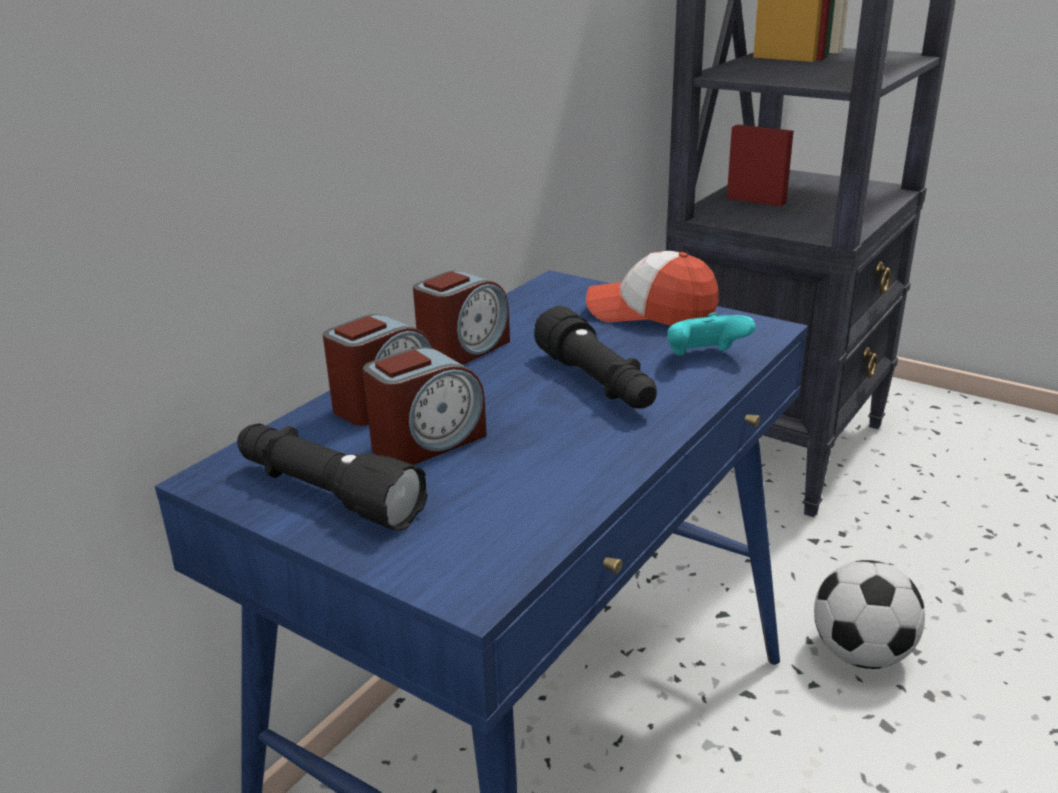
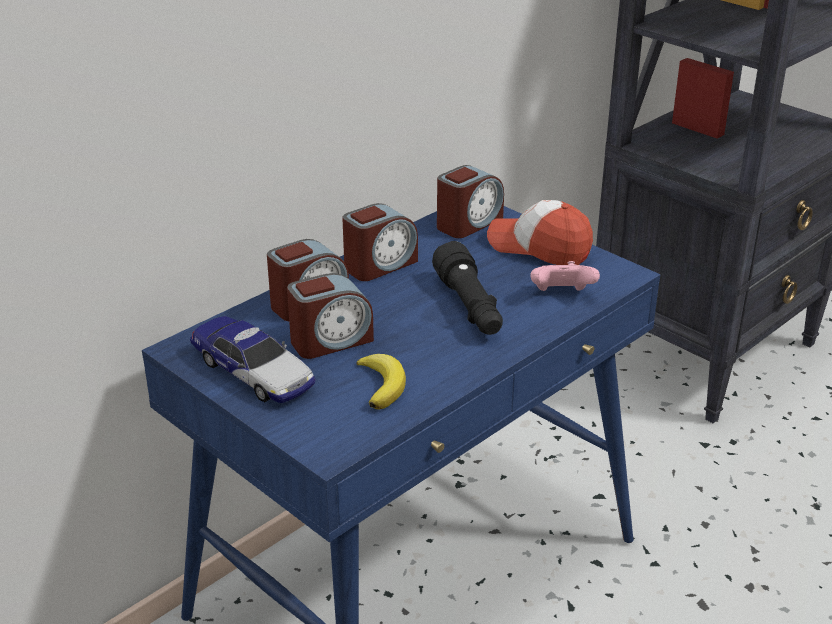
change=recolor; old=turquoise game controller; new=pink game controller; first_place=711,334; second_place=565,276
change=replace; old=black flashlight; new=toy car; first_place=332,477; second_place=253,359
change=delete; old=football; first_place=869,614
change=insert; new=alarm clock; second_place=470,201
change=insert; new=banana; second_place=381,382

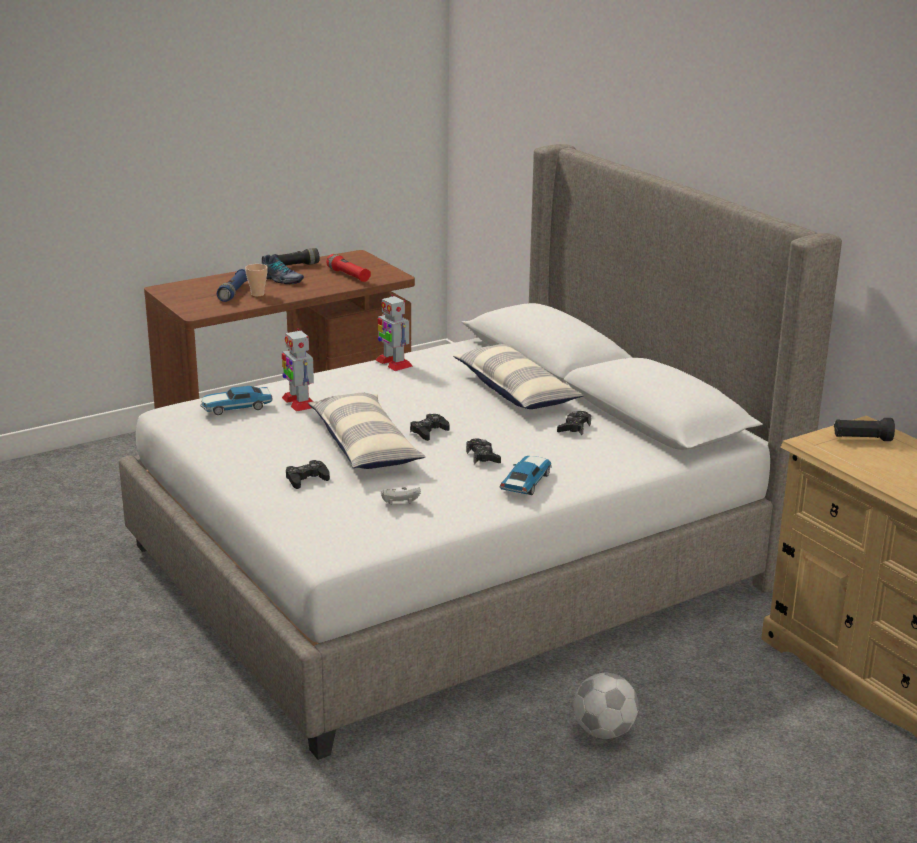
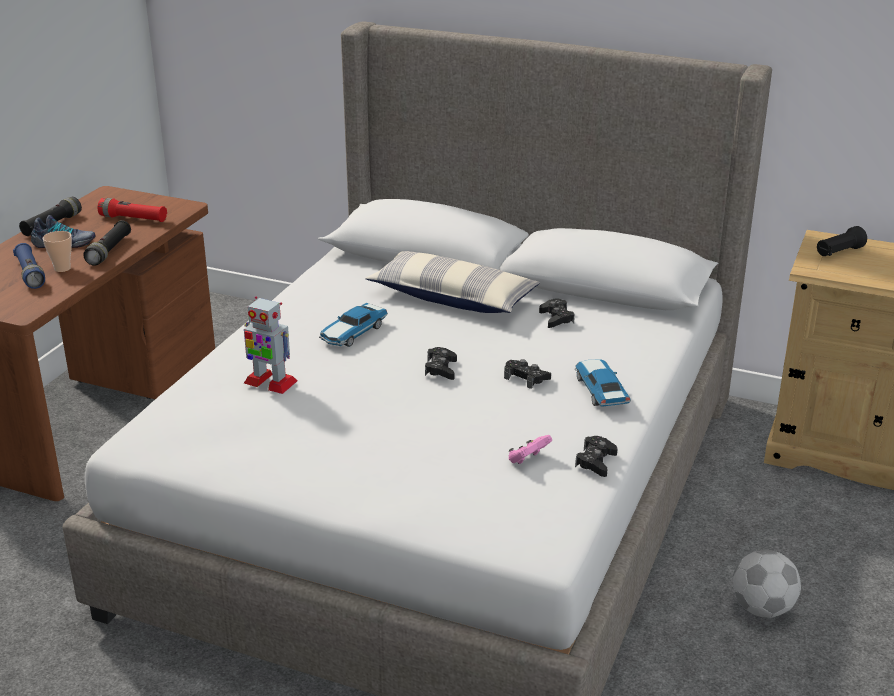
change=delete; old=toy robot; first_place=394,332
change=move; old=toy car; first_place=236,400; second_place=353,325
change=delete; old=pillow; first_place=367,431
change=move; old=black game controller; first_place=308,474; second_place=596,456
change=recolor; old=white game controller; new=pink game controller; first_place=401,495; second_place=530,449
change=insert; new=black flashlight; second_place=107,243

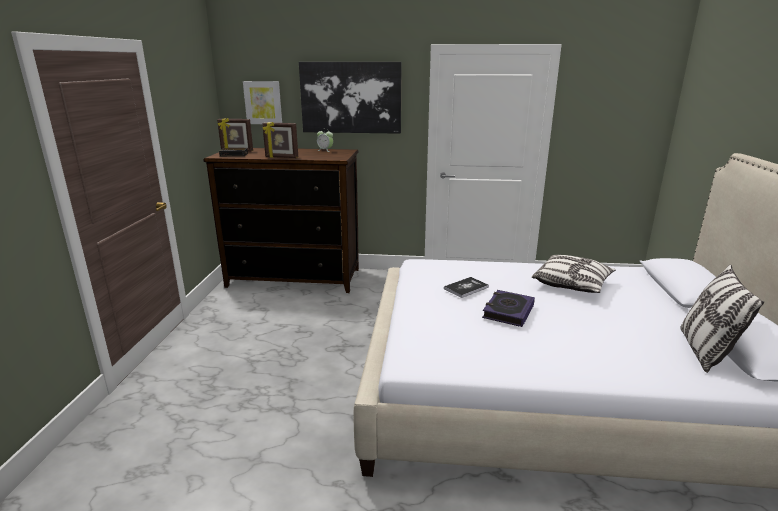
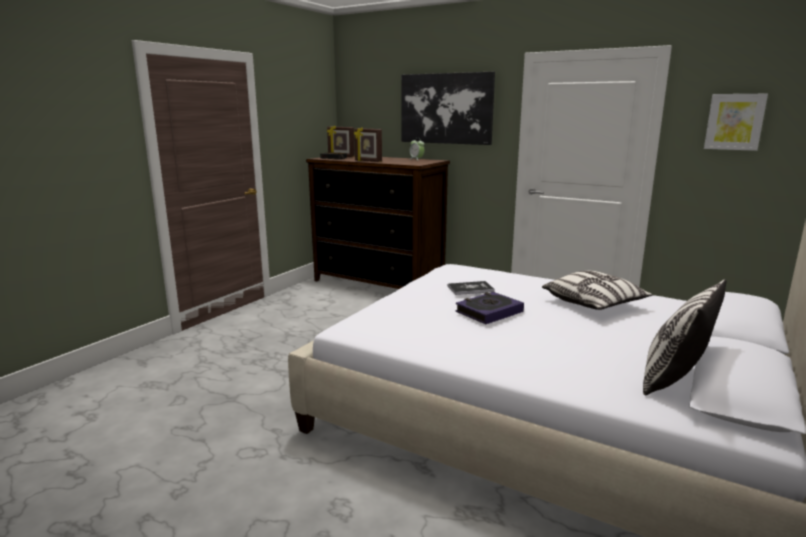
change=move; old=picture; first_place=262,102; second_place=736,122

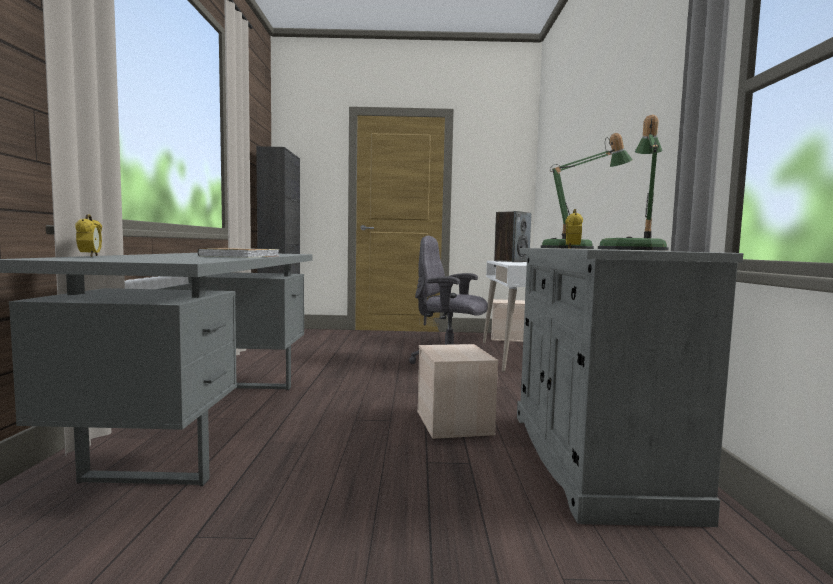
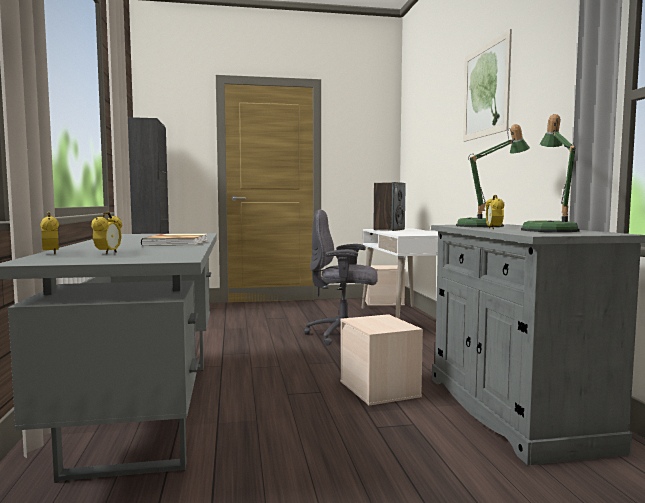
change=insert; new=picture; second_place=487,85
change=insert; new=alarm clock; second_place=106,233

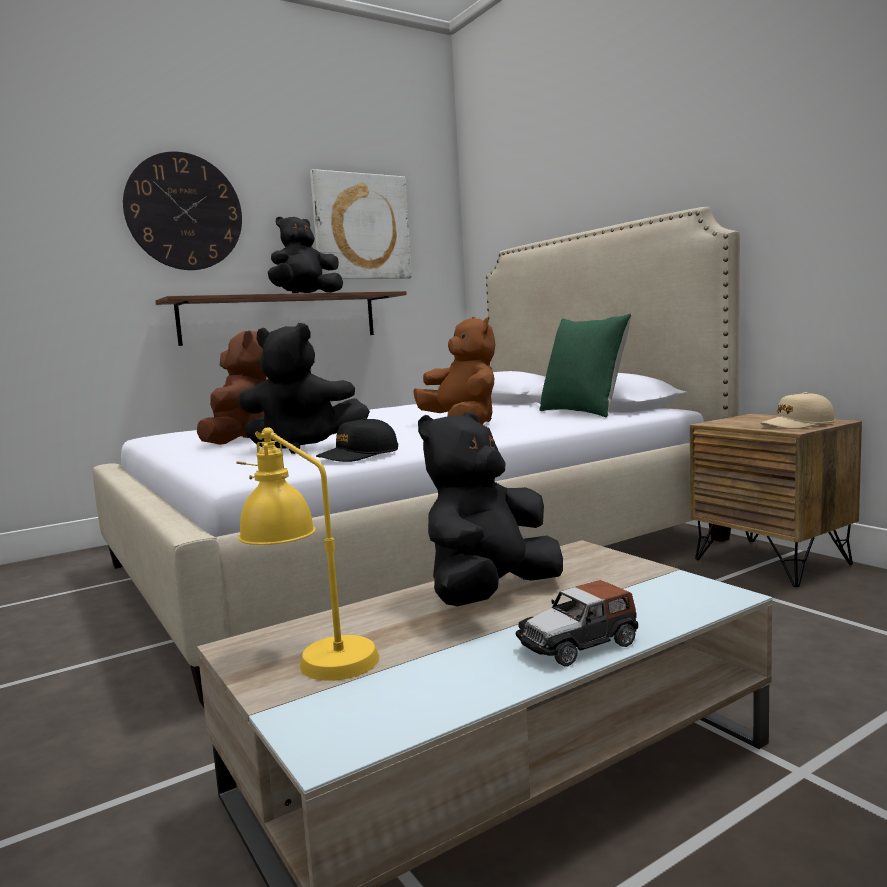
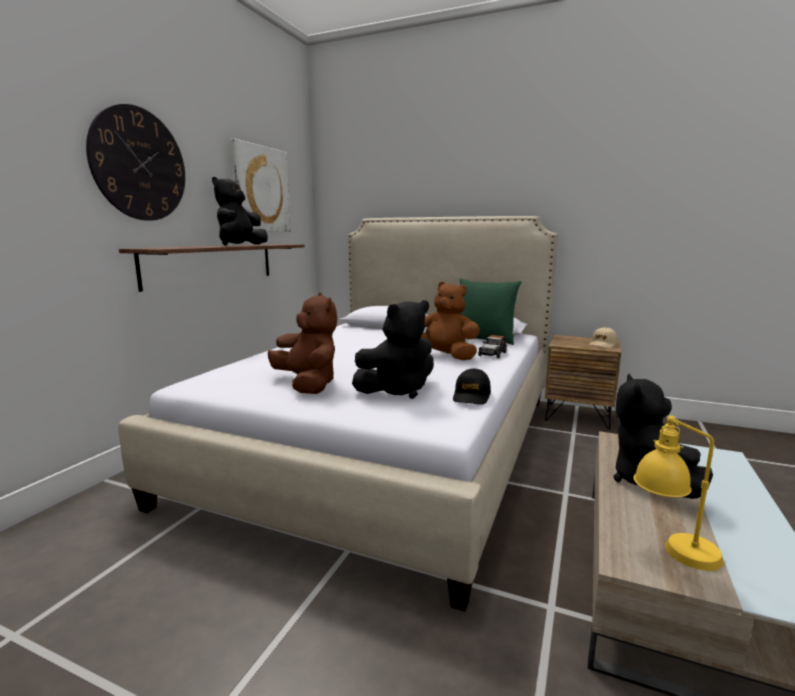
change=move; old=toy car; first_place=577,623; second_place=492,346

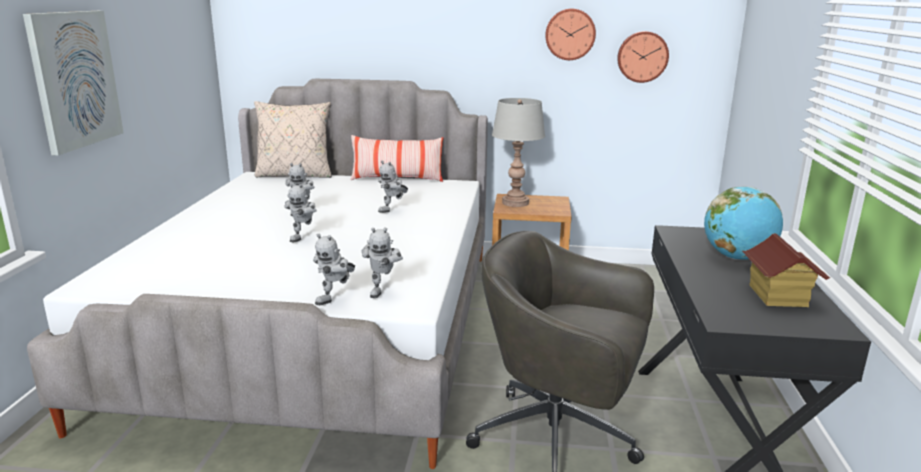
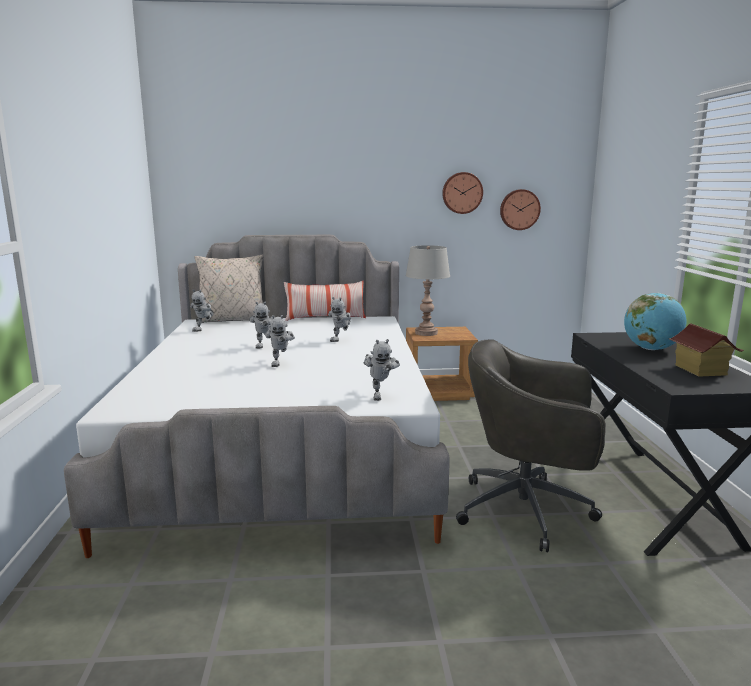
change=delete; old=picture; first_place=73,83
change=move; old=toy robot; first_place=334,269; second_place=202,310

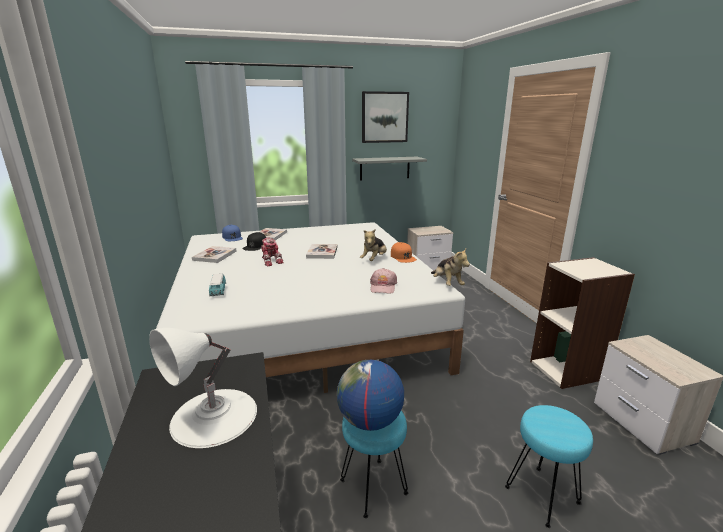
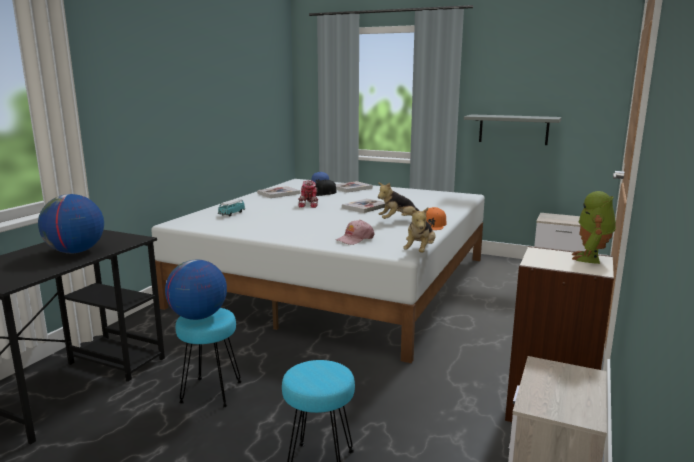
change=delete; old=picture; first_place=385,117
change=replace; old=white table lamp; new=globe; first_place=203,388; second_place=71,223
change=insert; new=toy robot; second_place=594,227

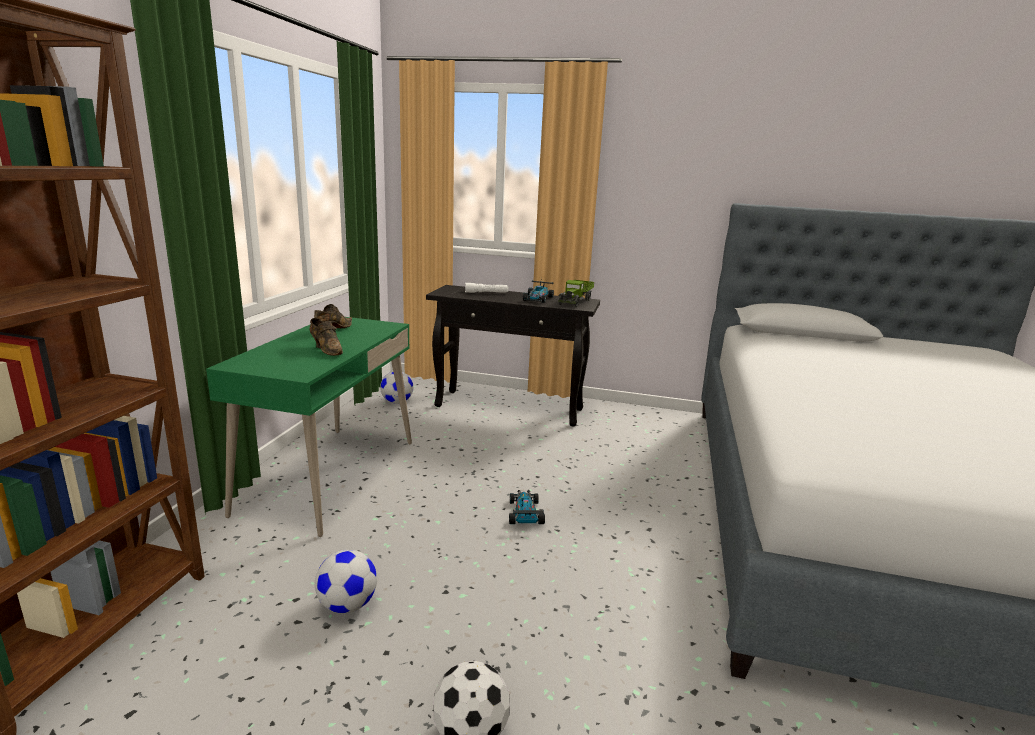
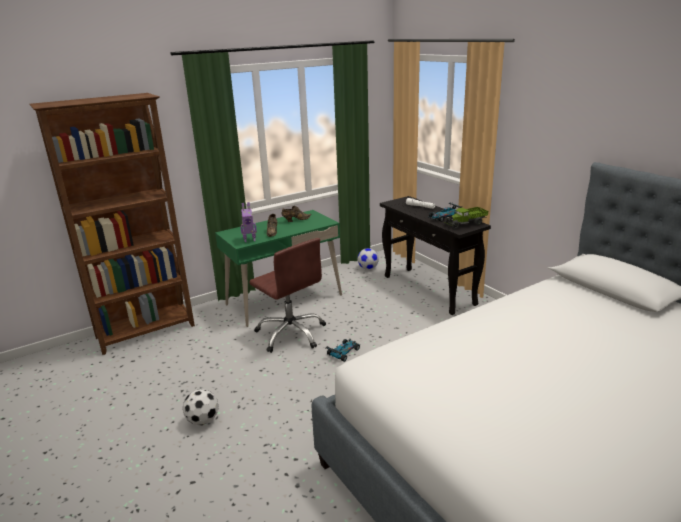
change=delete; old=football; first_place=346,581
change=insert; new=toy robot; second_place=249,222
change=insert; new=brown office chair; second_place=287,295

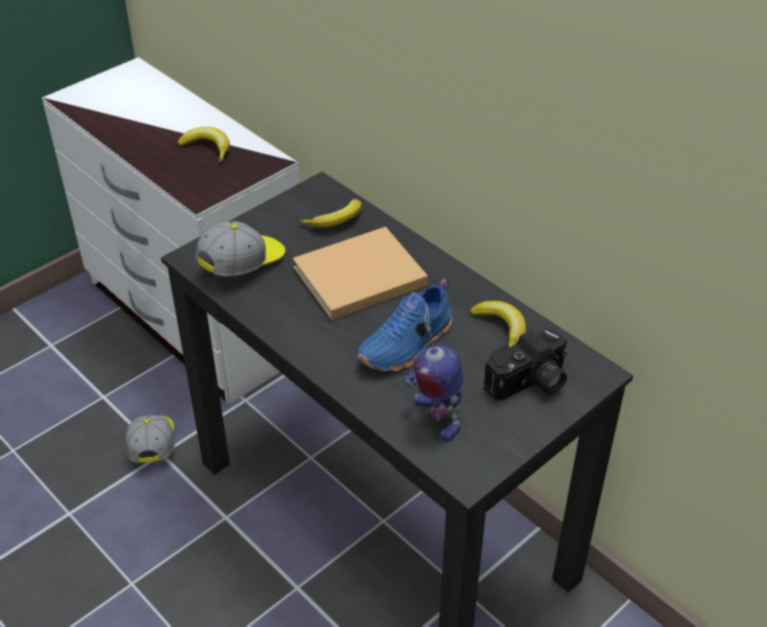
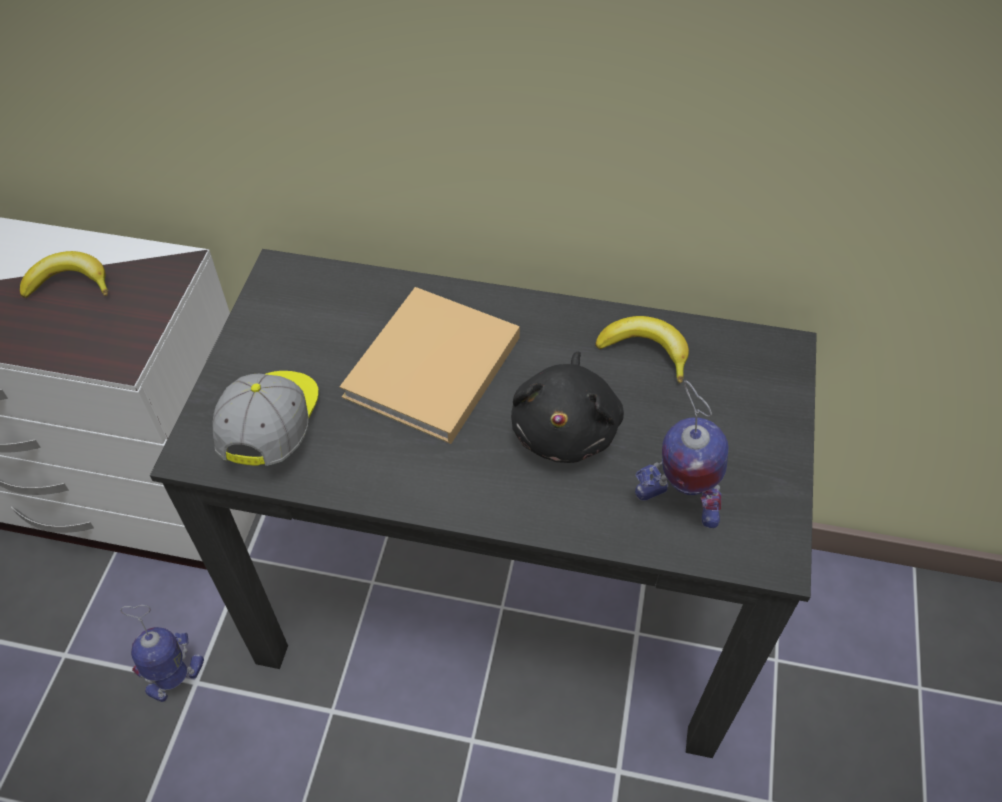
change=delete; old=banana; first_place=331,213
change=replace; old=blue shoe; new=black plush toy; first_place=404,325; second_place=567,407
change=delete; old=photo camera; first_place=526,364
change=replace; old=cap; new=toy robot; first_place=150,439; second_place=162,653

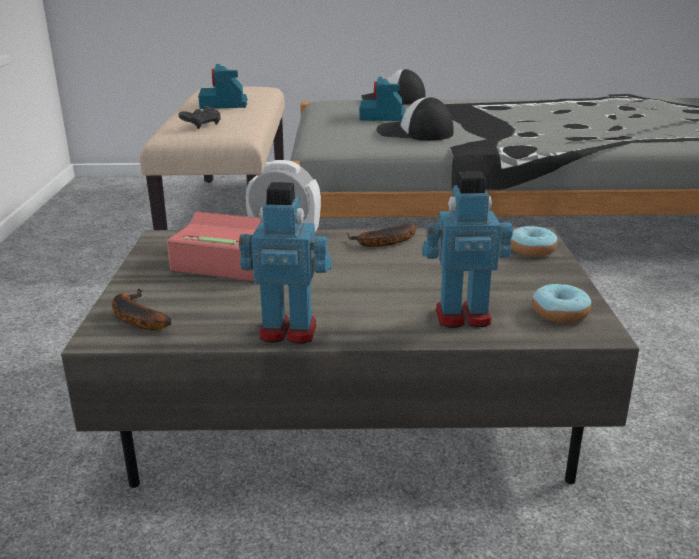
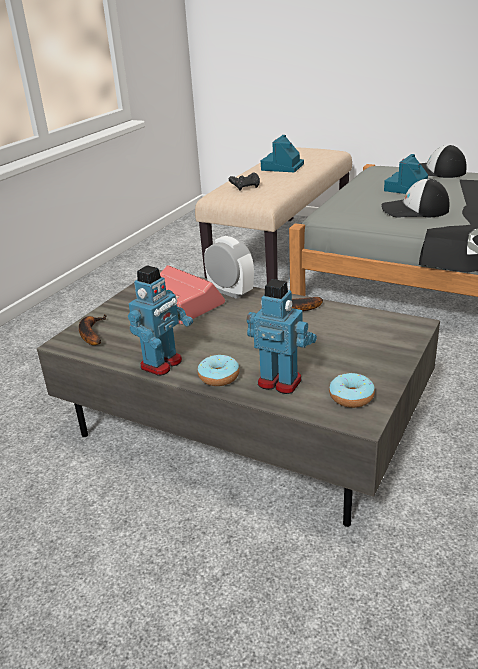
change=rotate; old=cap; first_place=414,119; second_place=415,197; degrees=-45
change=rotate; old=toy robot; first_place=285,263; second_place=160,320; degrees=90
change=move; old=donut; first_place=533,241; second_place=218,370

